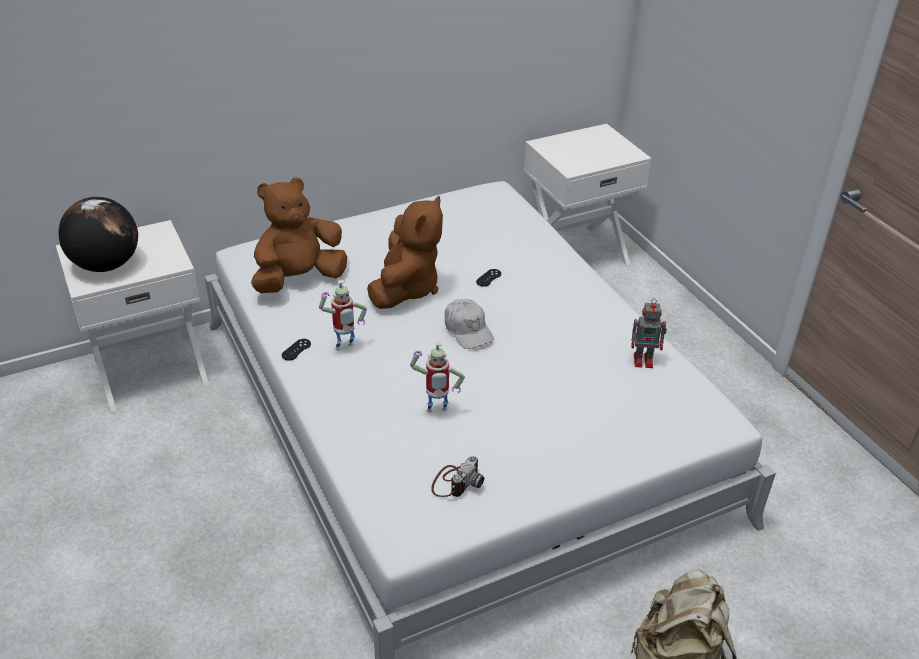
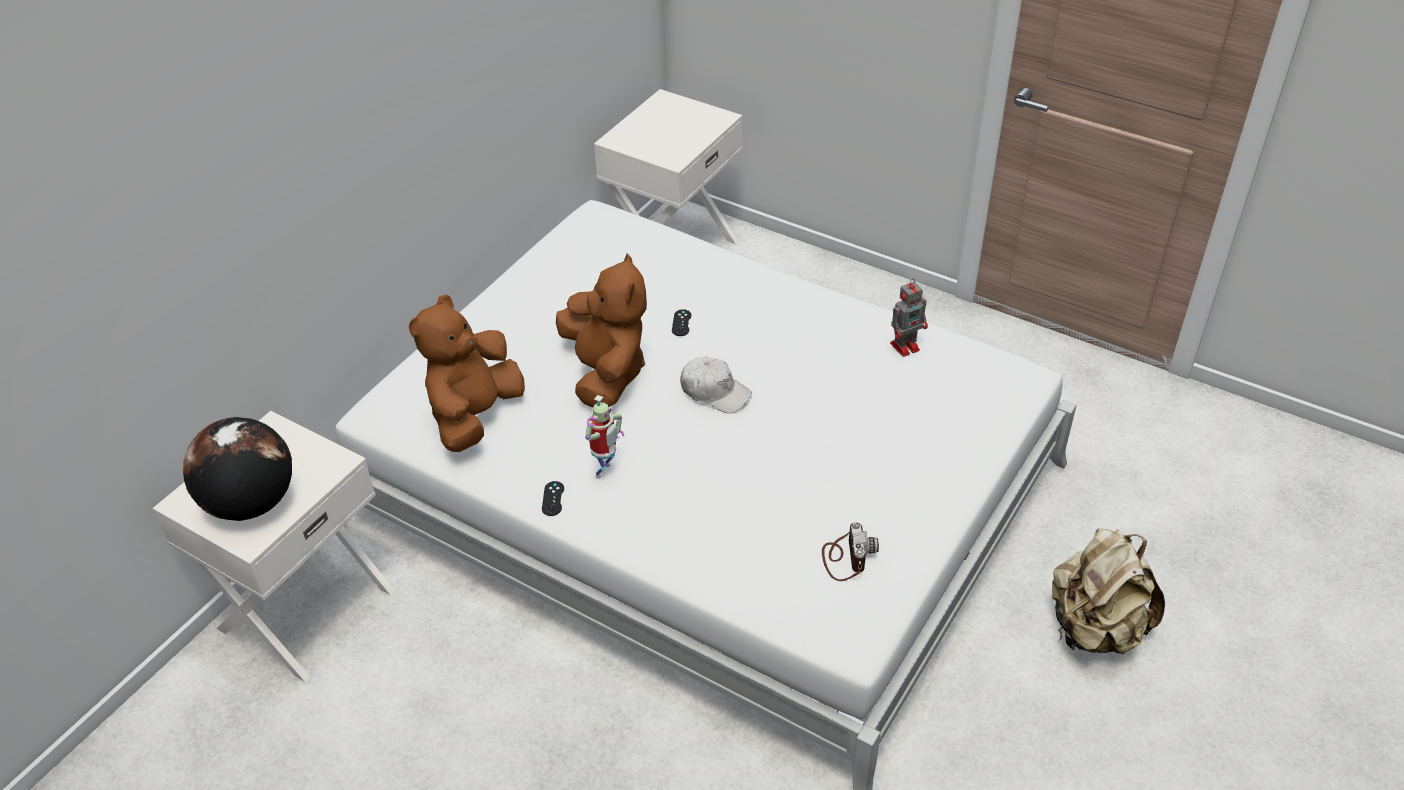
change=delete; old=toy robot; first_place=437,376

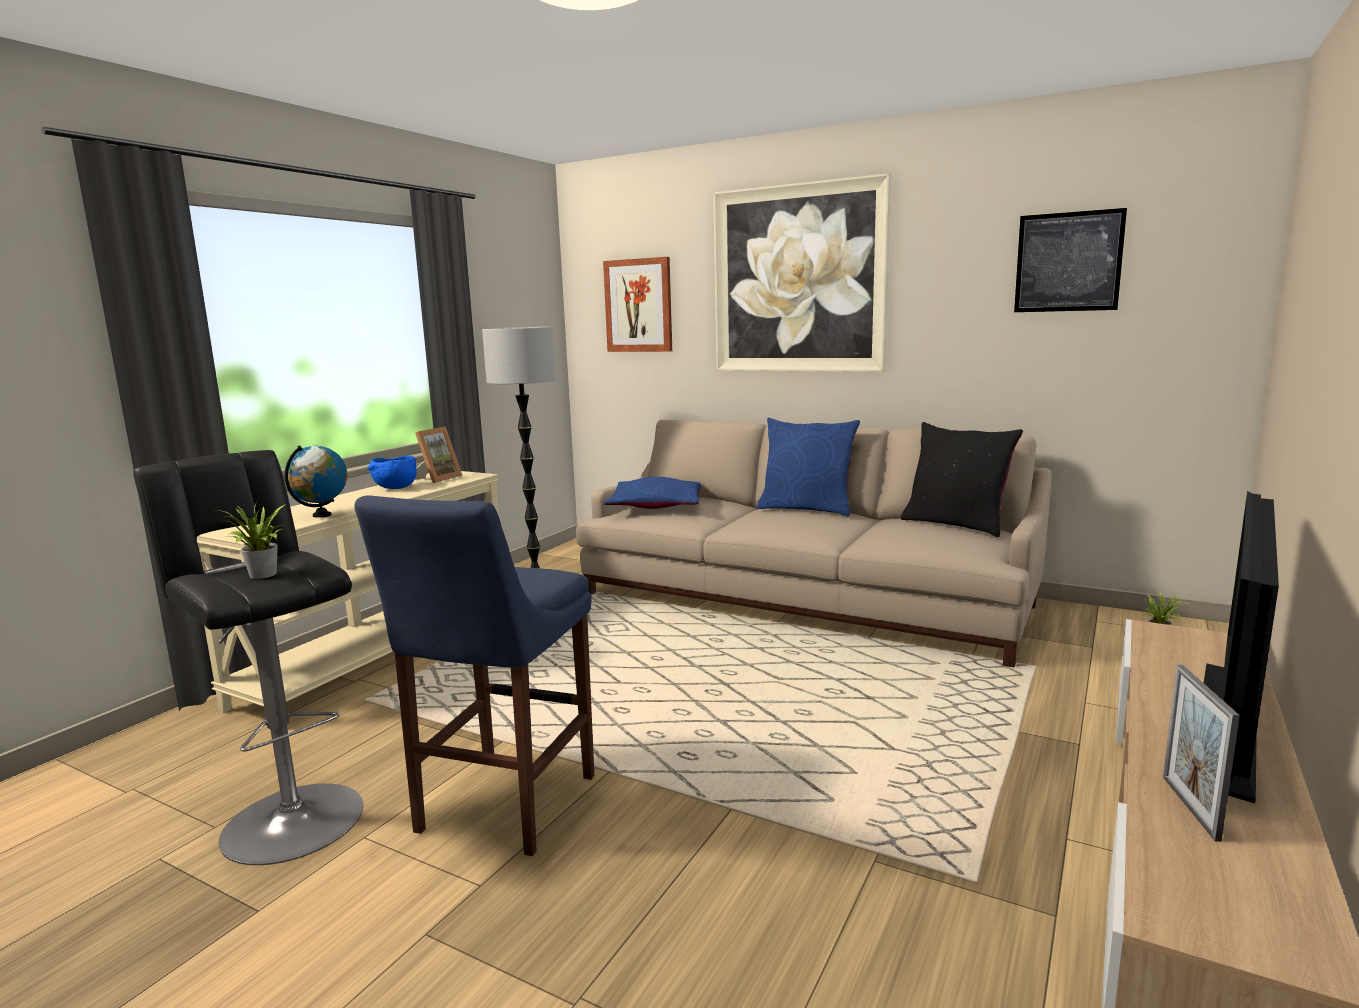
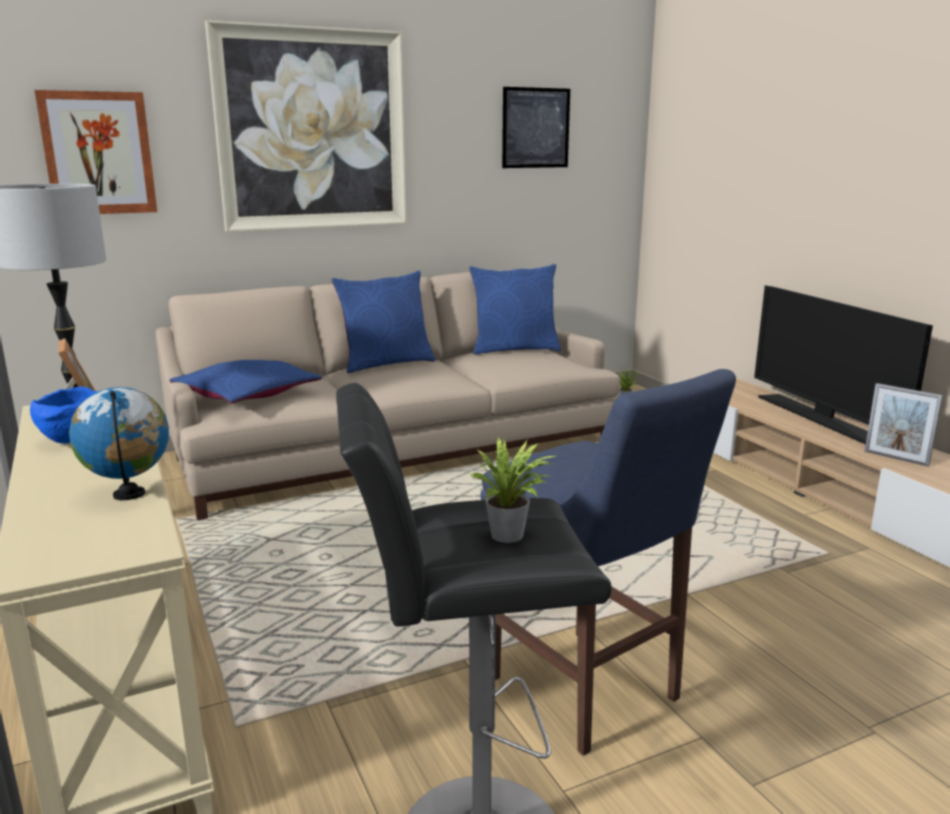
change=recolor; old=black pillow; new=blue pillow; first_place=962,479; second_place=515,309

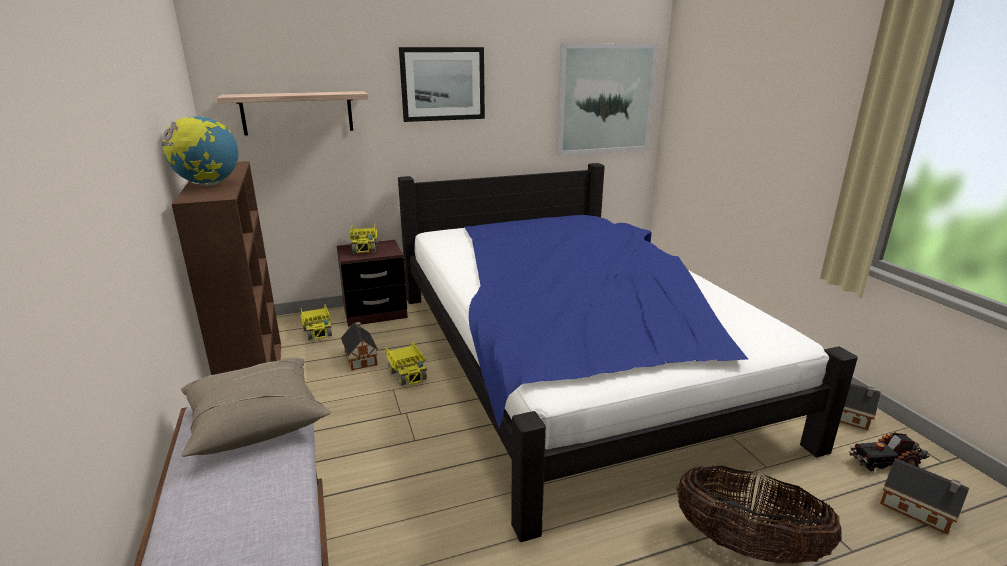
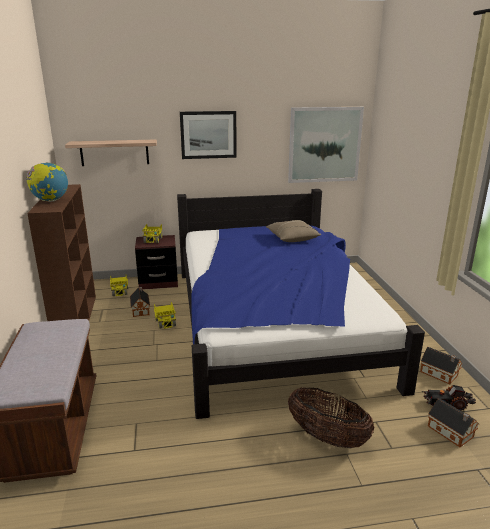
change=move; old=beige pillow; first_place=256,407; second_place=294,231

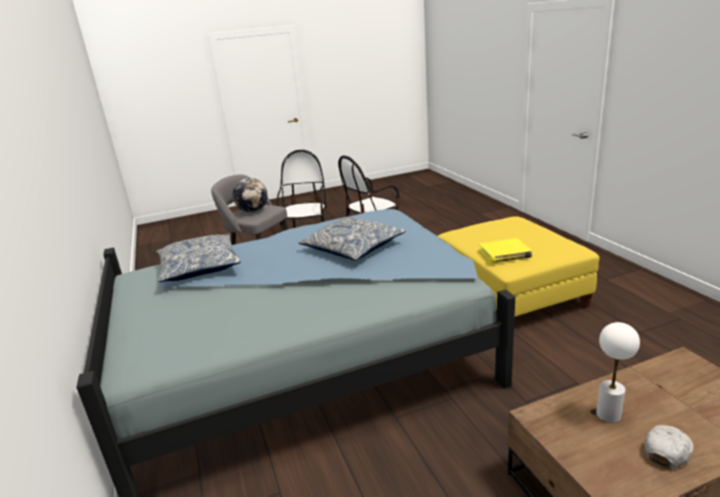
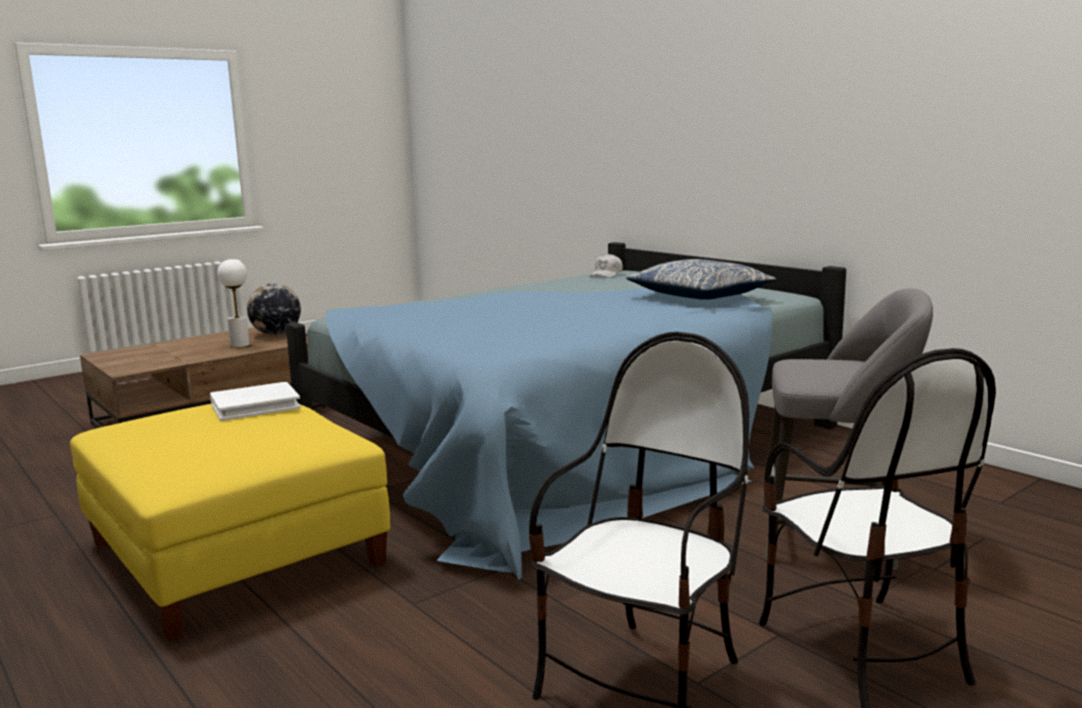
change=move; old=globe; first_place=250,195; second_place=274,309
change=delete; old=pillow; first_place=352,239
change=recolor; old=yellow book; new=white book; first_place=505,250; second_place=255,401
change=move; old=white cap; first_place=669,446; second_place=606,266

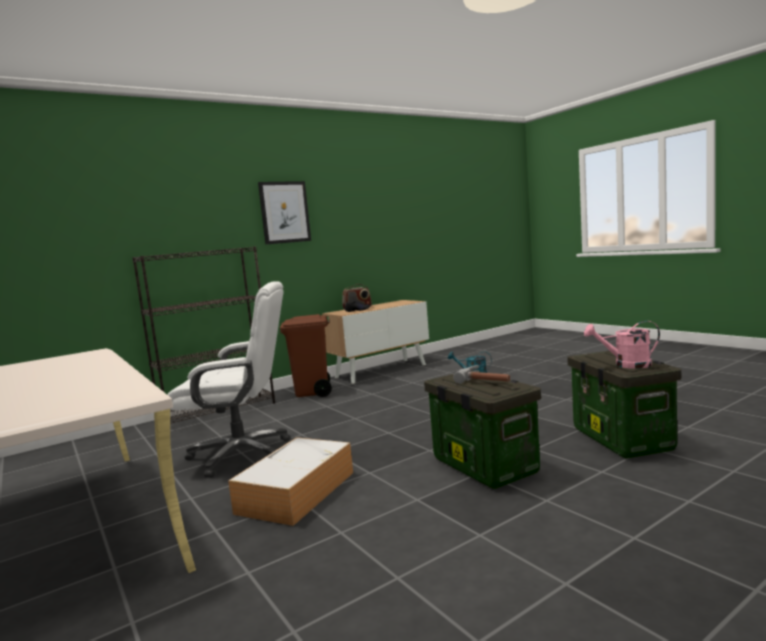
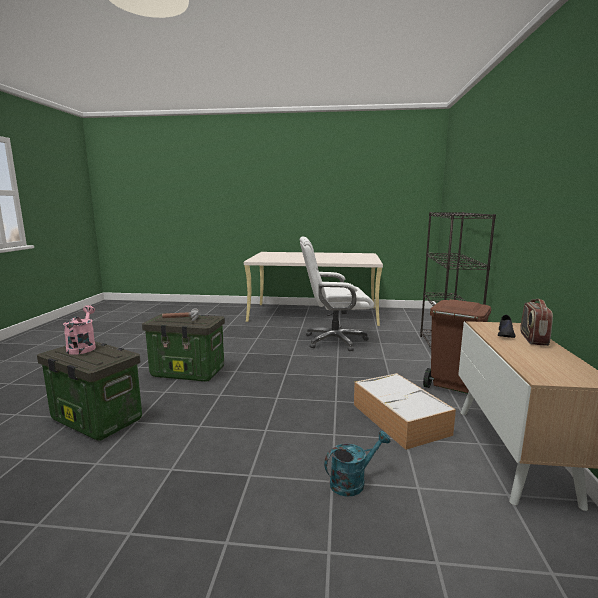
change=delete; old=picture; first_place=284,213
change=rotate; old=white office chair; first_place=228,379; second_place=337,294; degrees=45
change=rotate; old=pink watering can; first_place=622,345; second_place=79,330; degrees=-60
change=move; old=storage box; first_place=290,481; second_place=405,411

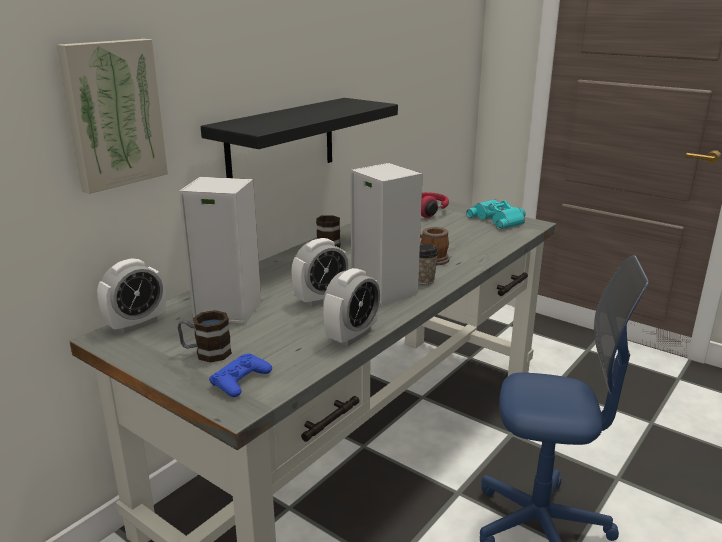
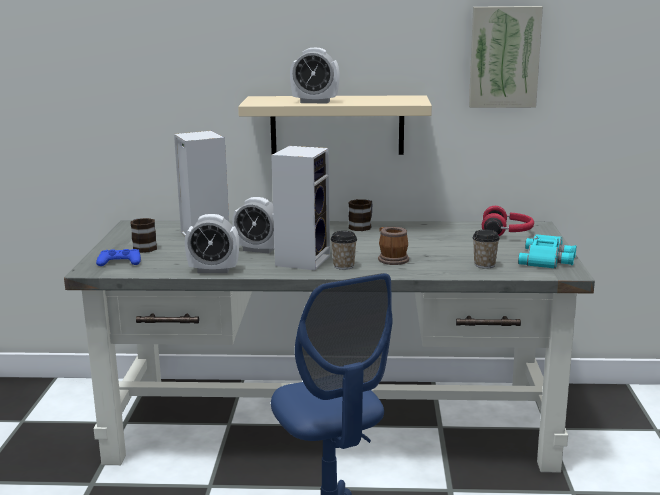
change=move; old=picture; first_place=112,116; second_place=506,57
change=recolor; old=black shelf; new=beige shelf; first_place=299,138; second_place=335,125
change=move; old=alarm clock; first_place=131,295; second_place=315,76
change=insert; new=cup; second_place=486,249

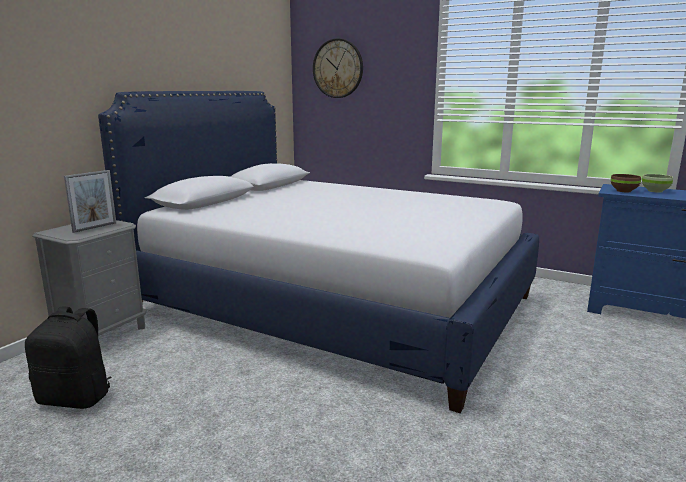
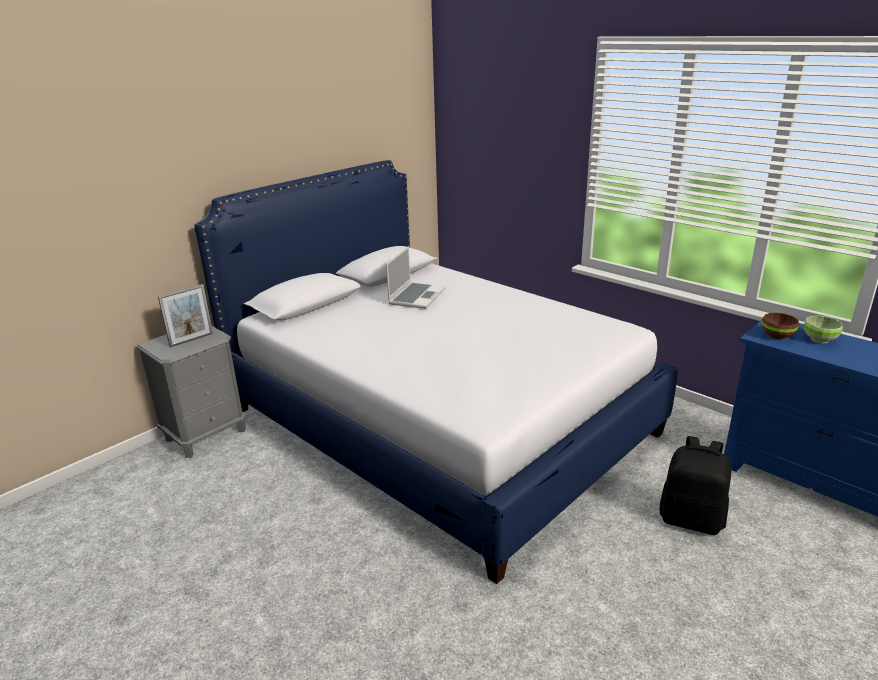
change=delete; old=wall clock; first_place=338,68
change=move; old=black backpack; first_place=68,357; second_place=695,485
change=insert; new=laptop; second_place=415,277

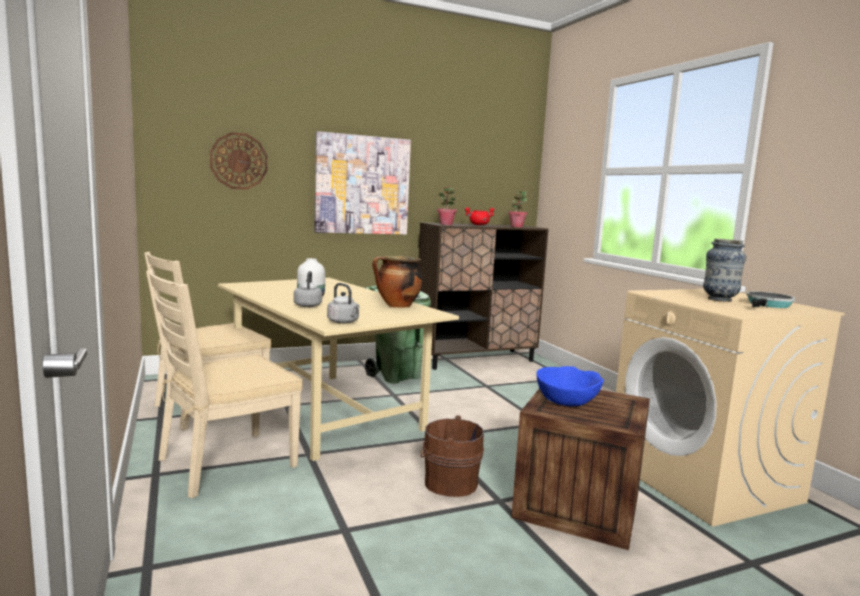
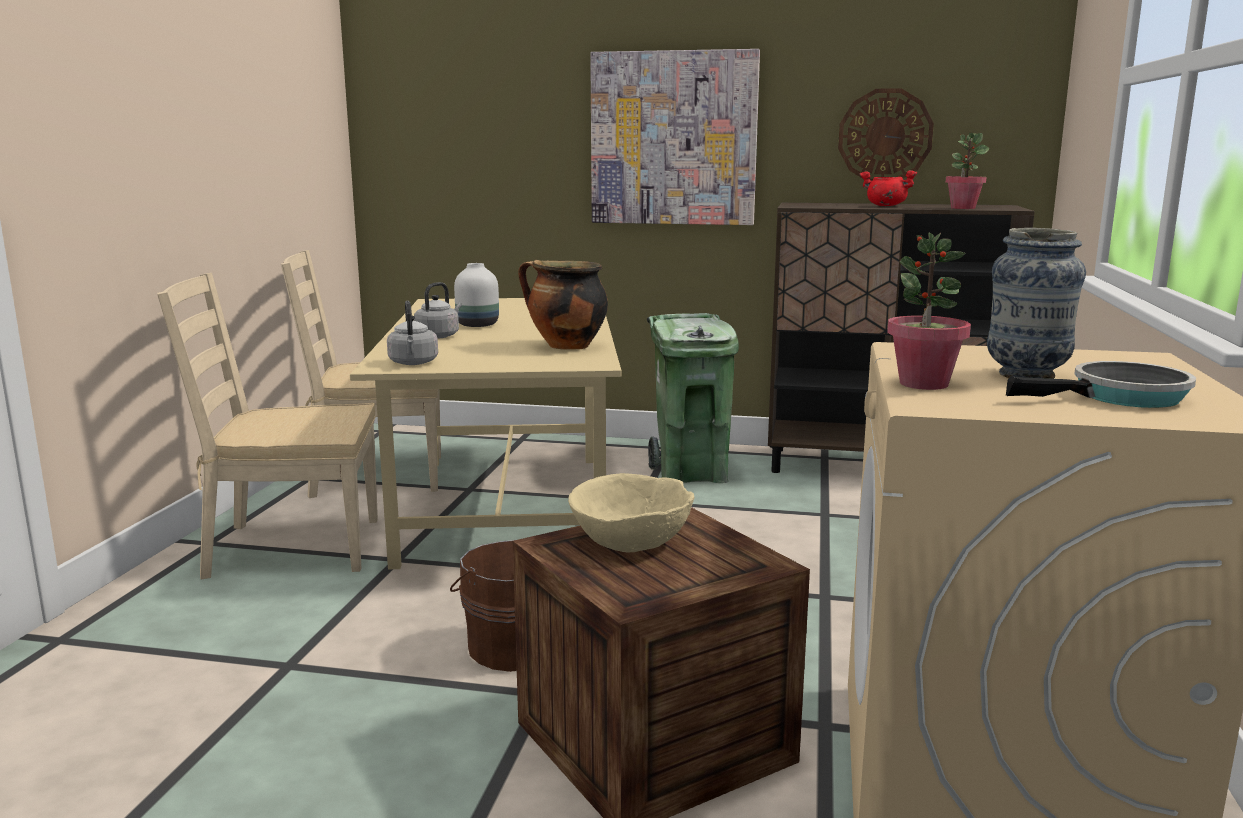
change=move; old=wall clock; first_place=239,161; second_place=886,134
change=move; old=potted plant; first_place=447,206; second_place=929,311
change=recolor; old=blue bowl; new=beige bowl; first_place=570,386; second_place=631,513

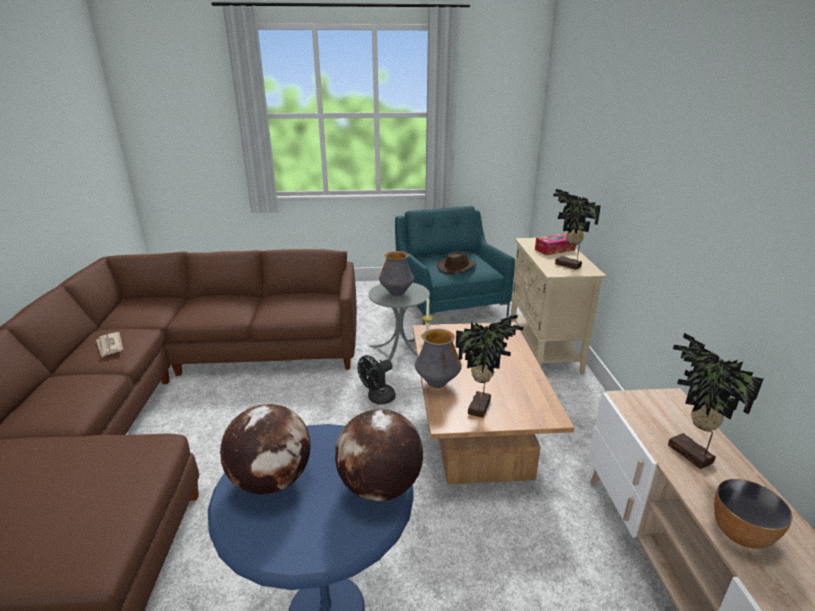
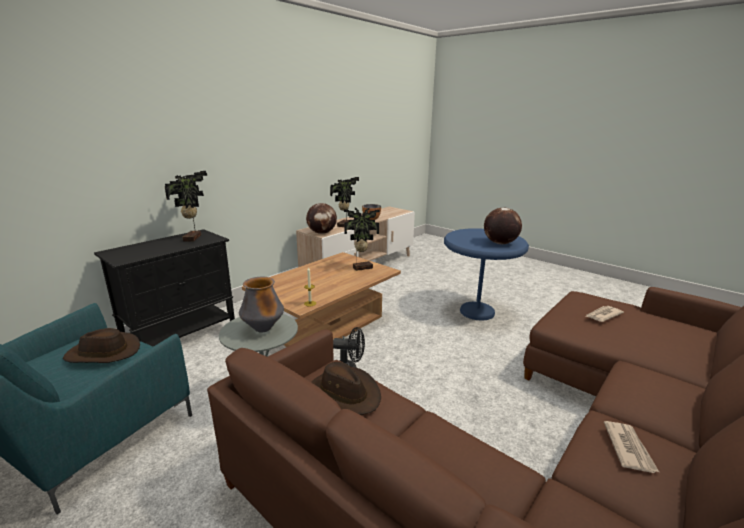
change=delete; old=tissue box; first_place=555,244
change=recolor; old=beige cabinet; new=black cabinet; first_place=559,306; second_place=164,288
change=delete; old=vase; first_place=438,358
change=move; old=globe; first_place=379,455; second_place=321,218
change=insert; new=newspaper; second_place=604,314
change=insert; new=brown hat; second_place=346,388

